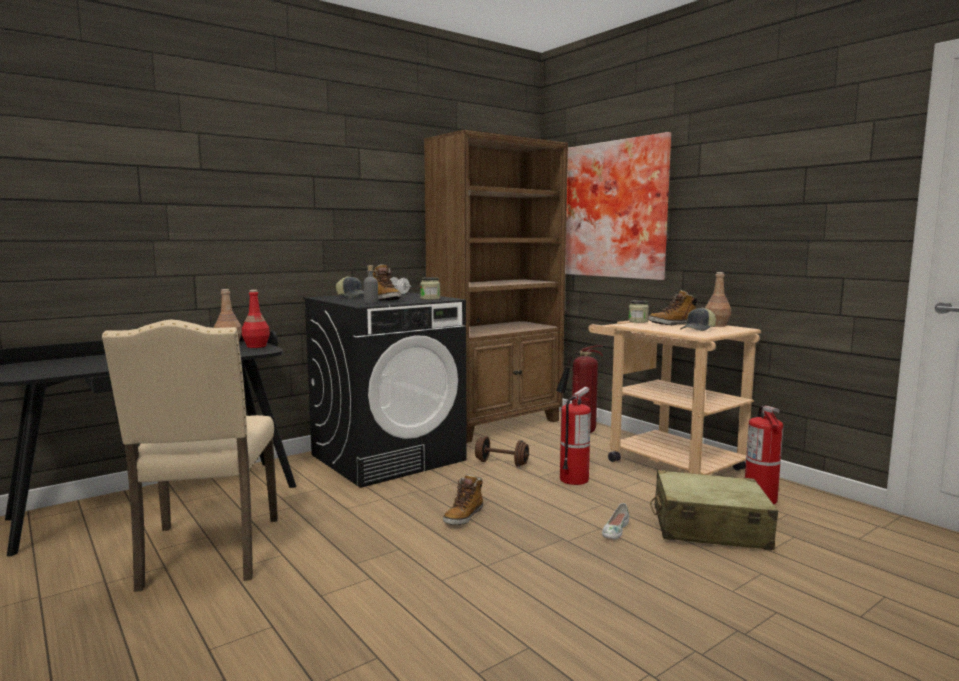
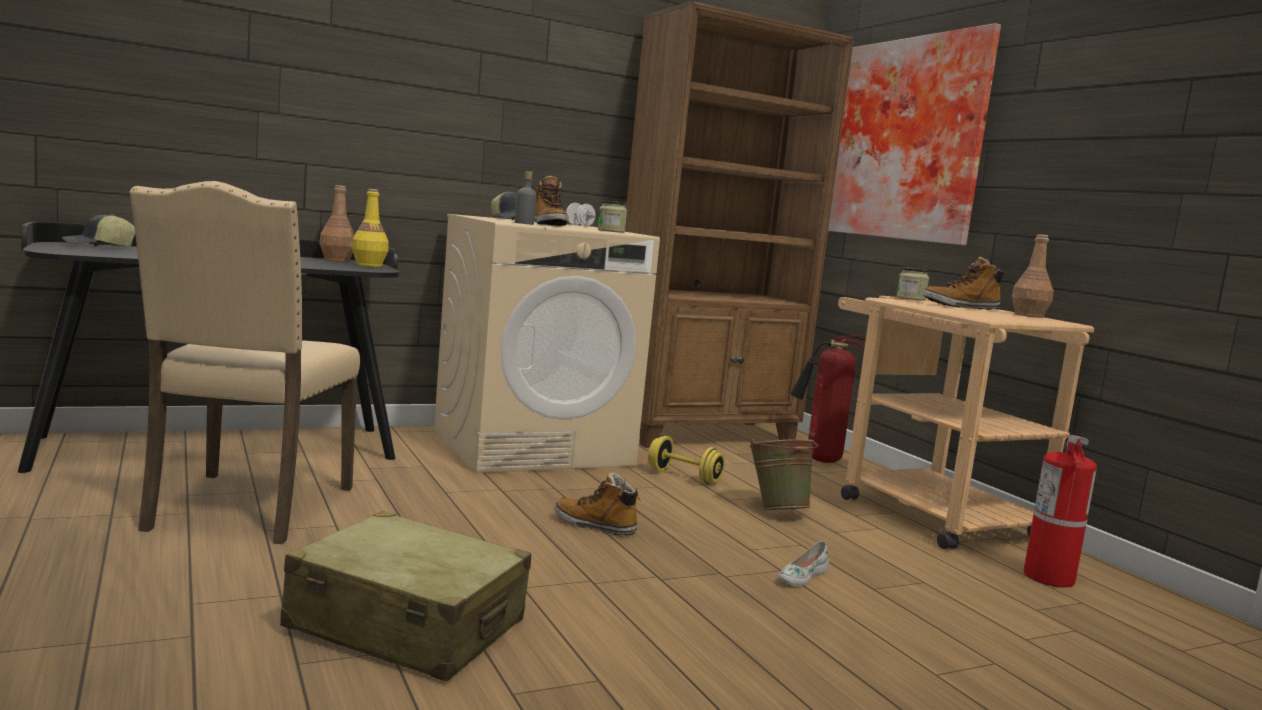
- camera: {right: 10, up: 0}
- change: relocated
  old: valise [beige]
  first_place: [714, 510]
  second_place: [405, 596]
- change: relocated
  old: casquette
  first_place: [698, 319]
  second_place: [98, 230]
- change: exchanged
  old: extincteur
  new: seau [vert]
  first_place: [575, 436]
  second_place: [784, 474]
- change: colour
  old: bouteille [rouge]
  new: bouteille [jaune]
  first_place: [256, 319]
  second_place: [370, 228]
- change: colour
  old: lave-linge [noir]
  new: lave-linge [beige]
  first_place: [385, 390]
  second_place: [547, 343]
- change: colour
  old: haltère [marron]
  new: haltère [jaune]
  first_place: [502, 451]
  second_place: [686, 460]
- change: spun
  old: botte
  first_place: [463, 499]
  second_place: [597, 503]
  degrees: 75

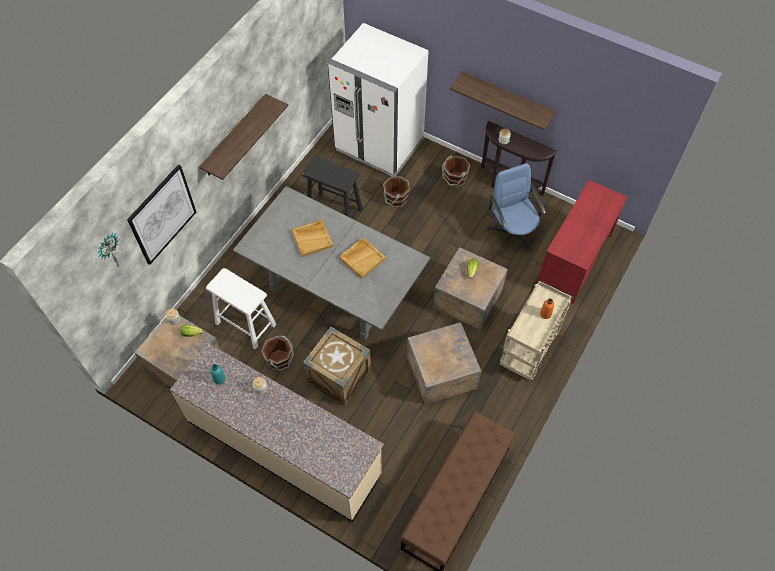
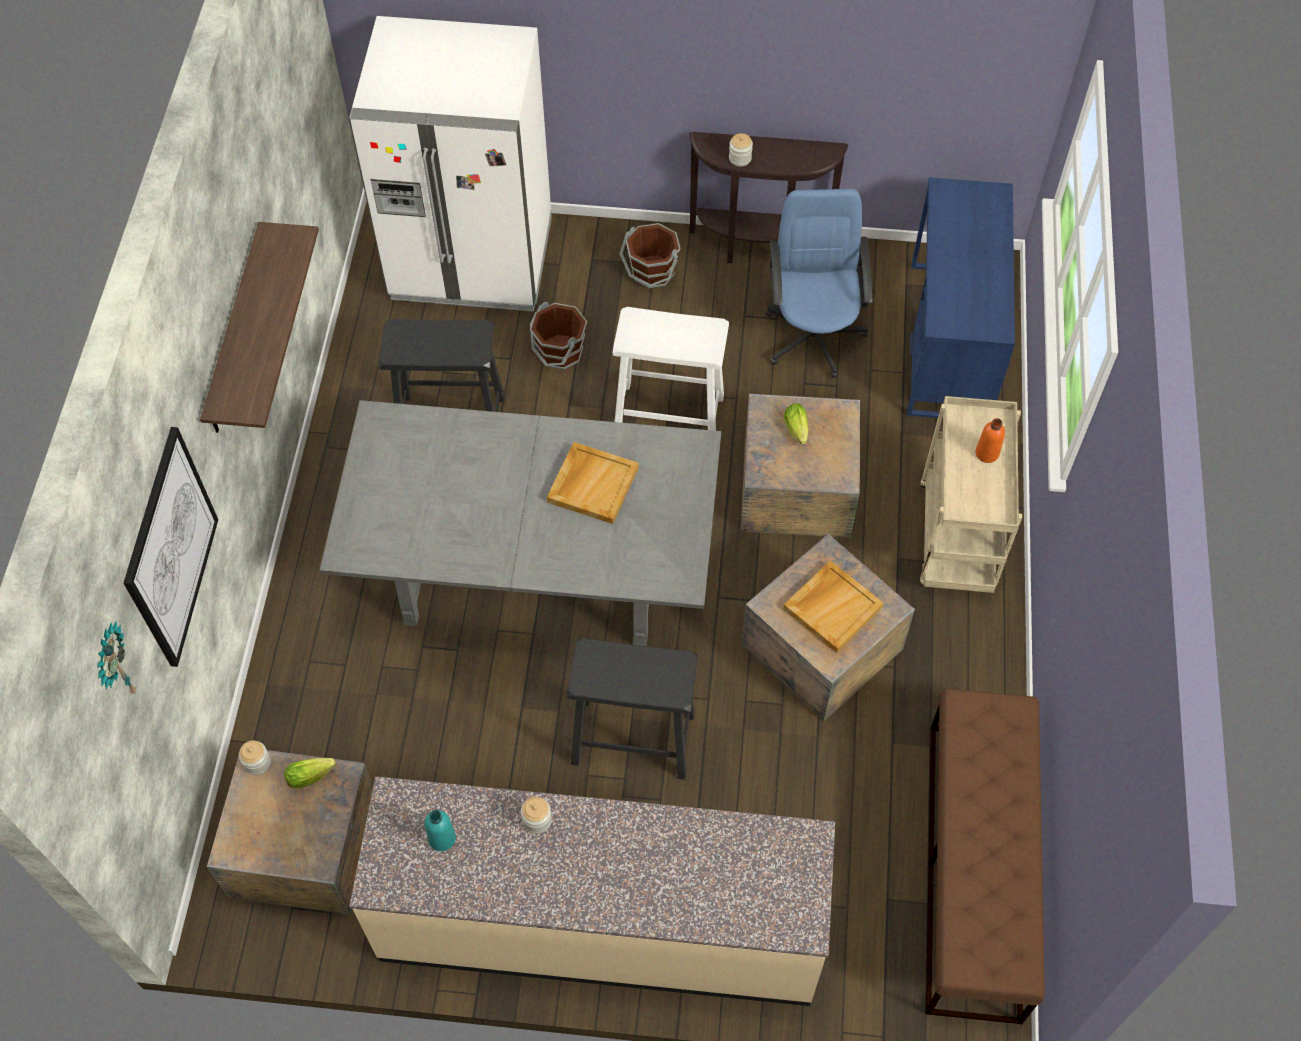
- camera: {right: -25, up: 0}
- change: missing
  old: seau [marron]
  first_place: [277, 353]
- change: missing
  old: étagère
  first_place: [503, 101]
- change: relocated
  old: tabouret [blanc]
  first_place: [241, 308]
  second_place: [671, 369]
- change: relocated
  old: plateau [beige]
  first_place: [312, 238]
  second_place: [833, 607]
- change: exchanged
  old: caisse
  new: tabouret [noir]
  first_place: [337, 366]
  second_place: [632, 709]
- change: colour
  old: bureau [rouge]
  new: bureau [bleu]
  first_place: [582, 242]
  second_place: [961, 297]
- change: spun
  old: chaise de bureau [bleu]
  first_place: [516, 208]
  second_place: [819, 283]
  degrees: 45

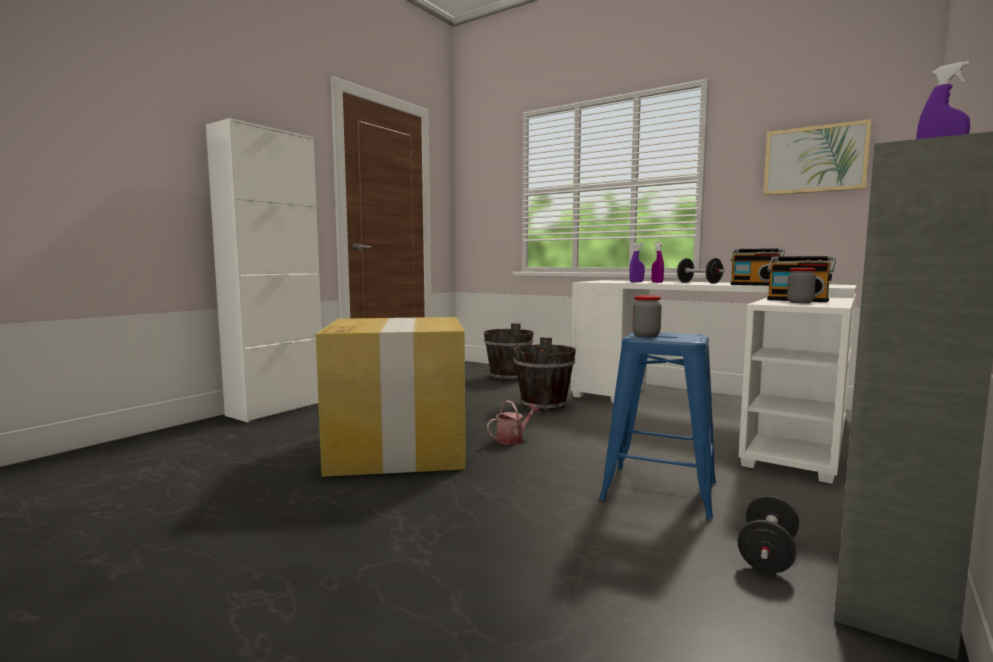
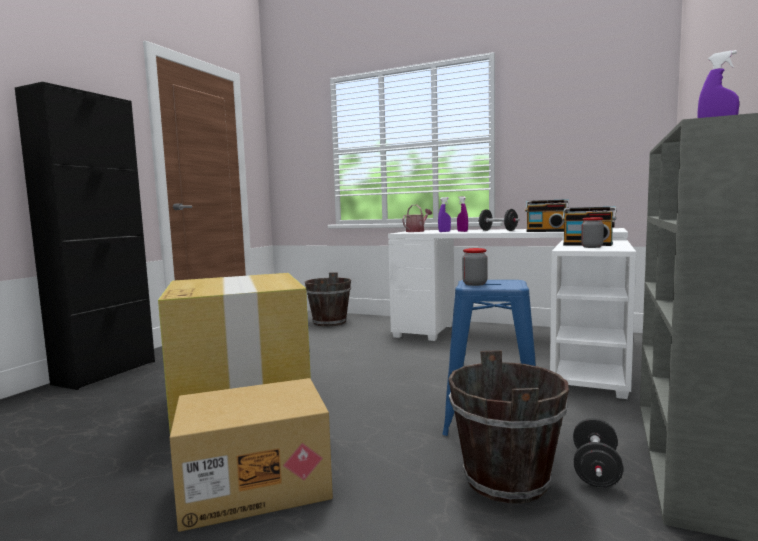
- camera: {right: -10, up: 0}
- change: missing
  old: tableau
  first_place: [817, 157]
- change: appeared
  new: carton
  second_place: [251, 455]
- change: relocated
  old: arrosoir
  first_place: [513, 422]
  second_place: [417, 218]
- change: relocated
  old: seau [marron]
  first_place: [544, 374]
  second_place: [508, 427]
- change: colour
  old: meuble de rangement [blanc]
  new: meuble de rangement [noir]
  first_place: [263, 270]
  second_place: [85, 236]

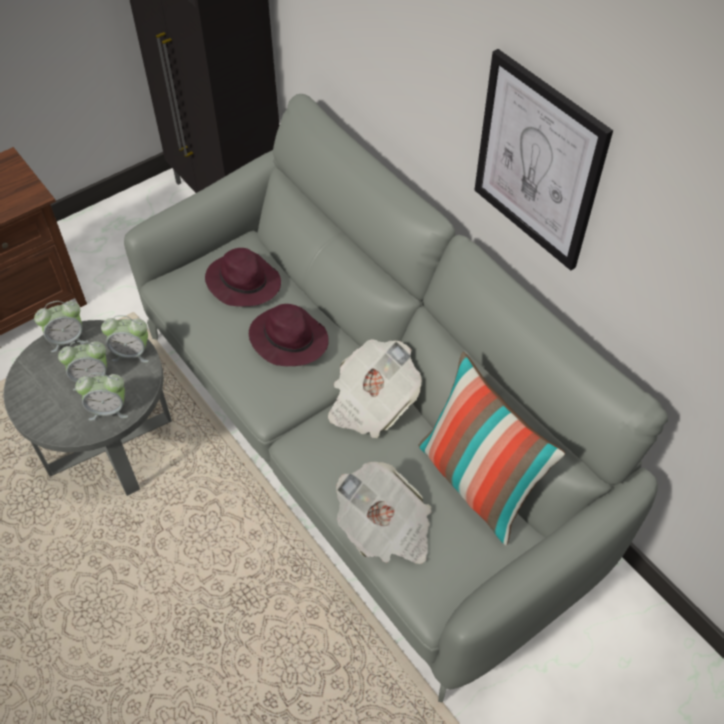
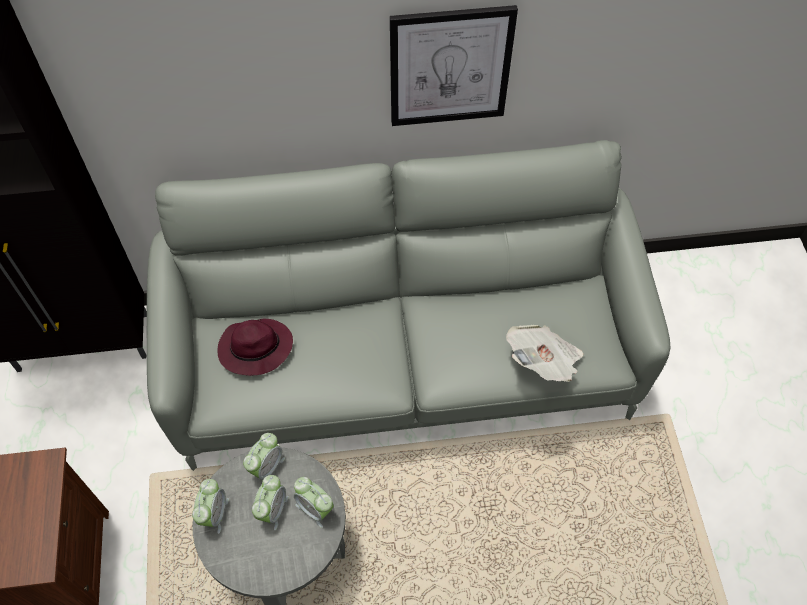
- camera: {right: -60, up: 5}
- change: missing
  old: chapeau [violet]
  first_place: [289, 335]
- change: missing
  old: journal
  first_place: [375, 388]
- change: missing
  old: coussin
  first_place: [491, 449]
- change: spun
  old: réveil
  first_place: [101, 397]
  second_place: [314, 502]
  degrees: 105

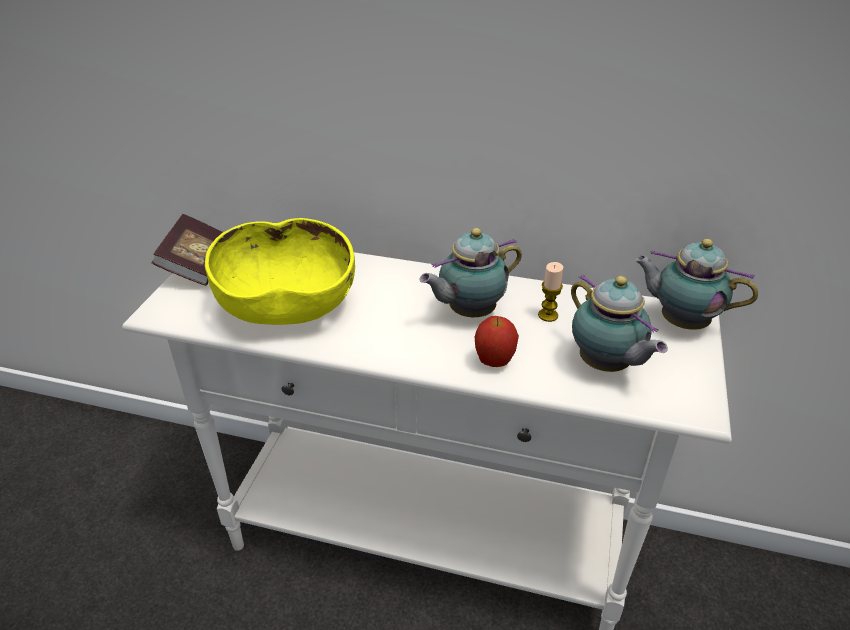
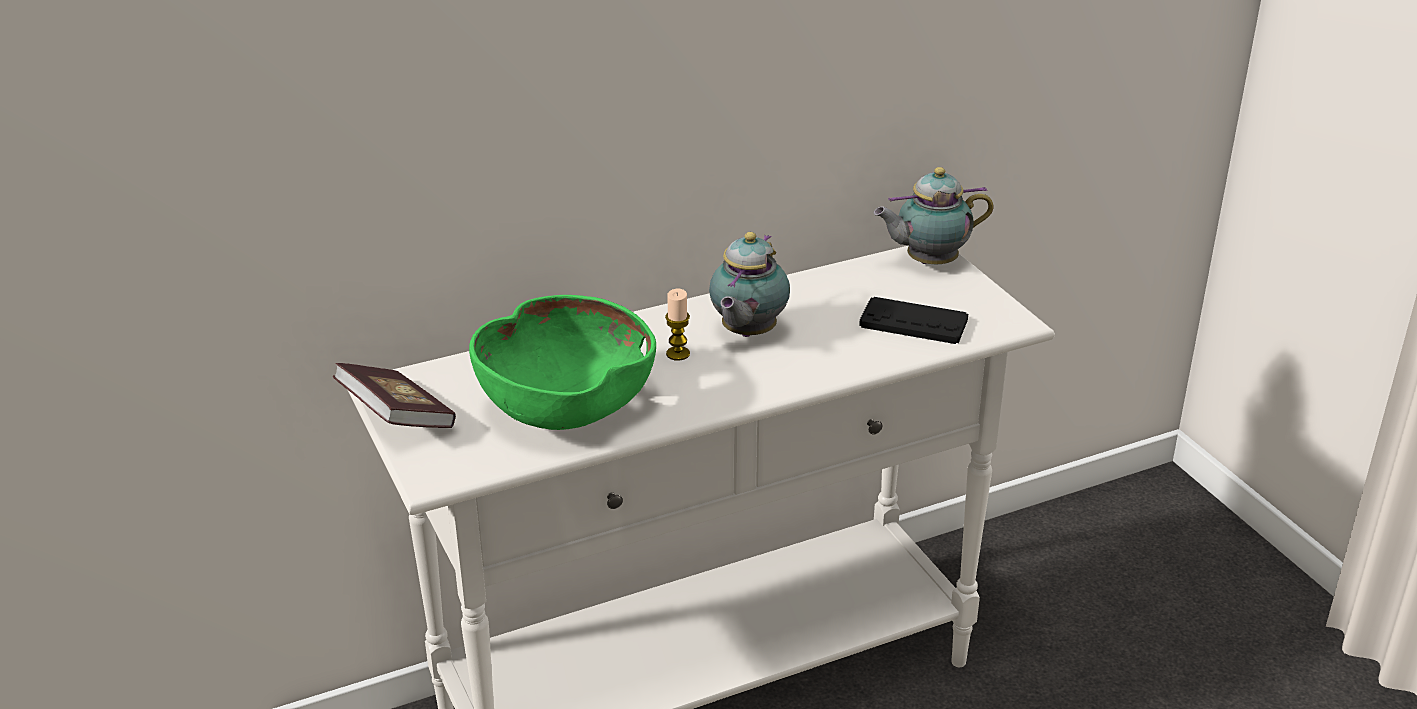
- camera: {right: -40, up: -5}
- change: missing
  old: pomme
  first_place: [497, 341]
- change: relocated
  old: bougie
  first_place: [550, 292]
  second_place: [677, 325]
- change: exchanged
  old: théière
  new: manette [noir]
  first_place: [619, 323]
  second_place: [913, 320]
- change: colour
  old: bol [jaune]
  new: bol [vert]
  first_place: [280, 271]
  second_place: [562, 362]

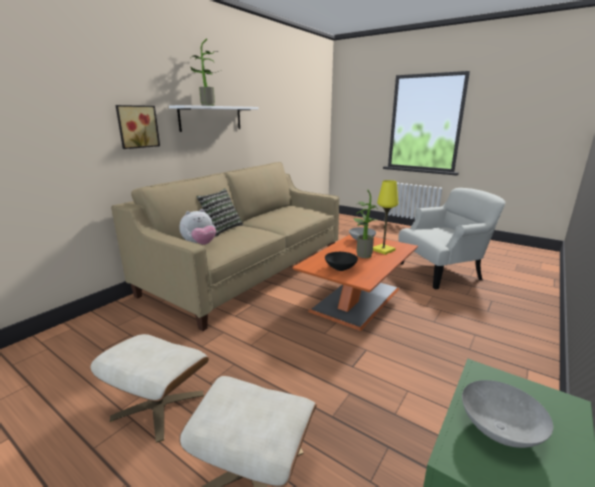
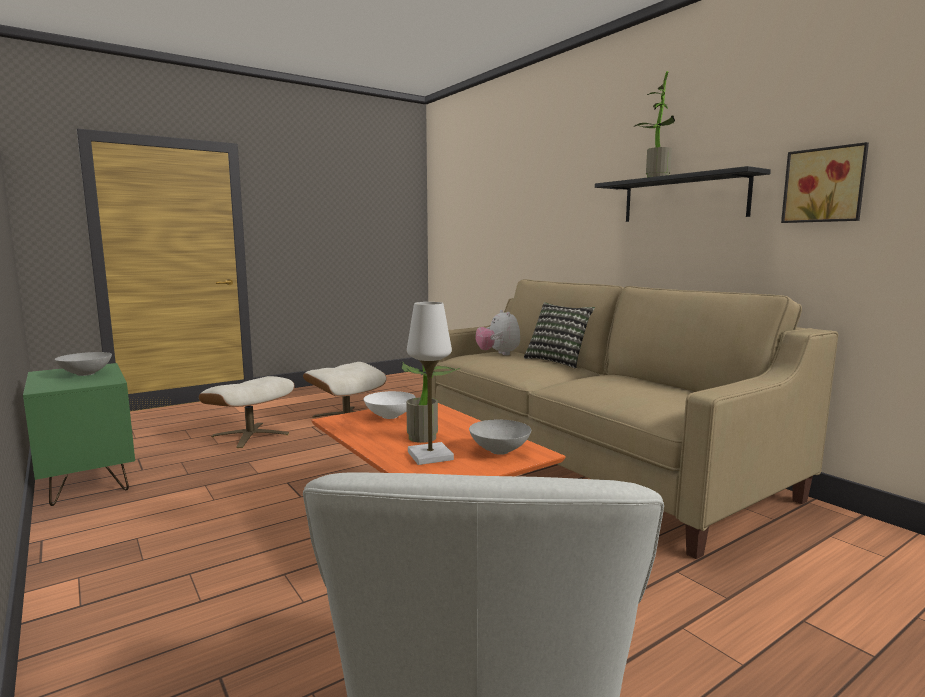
- camera: {right: 110, up: -10}
- change: relocated
  old: tableau
  first_place: [137, 127]
  second_place: [825, 182]
- change: colour
  old: étagère [blanc]
  new: étagère [noir]
  first_place: [214, 118]
  second_place: [683, 194]
- change: colour
  old: bol [noir]
  new: bol [blanc]
  first_place: [341, 261]
  second_place: [390, 405]
- change: colour
  old: lampe de table [jaune]
  new: lampe de table [blanc]
  first_place: [385, 217]
  second_place: [430, 383]

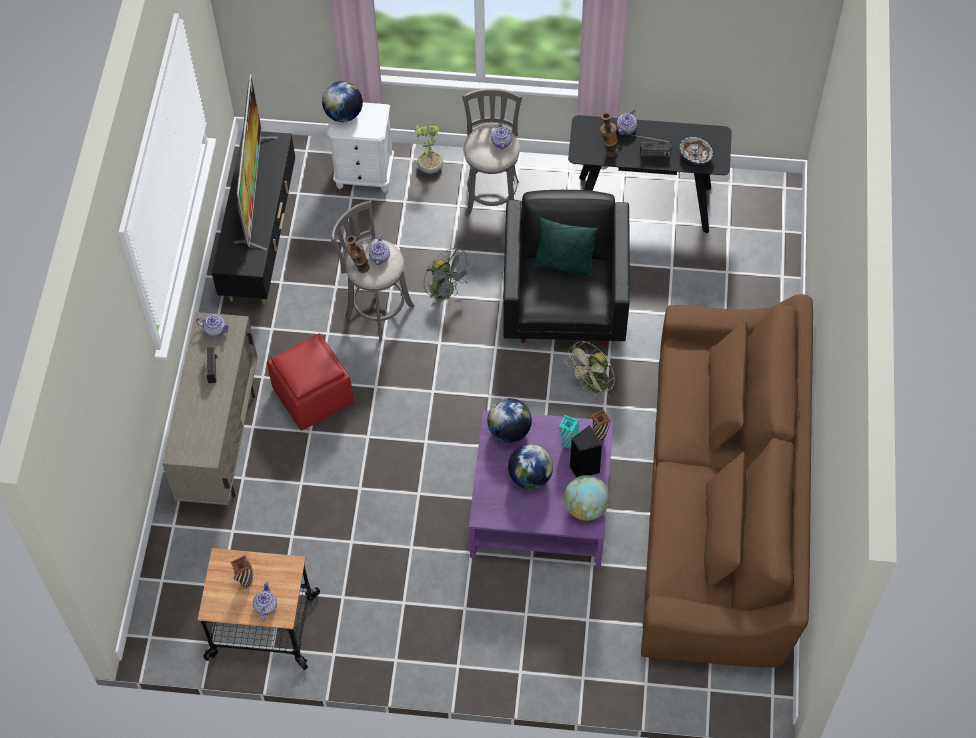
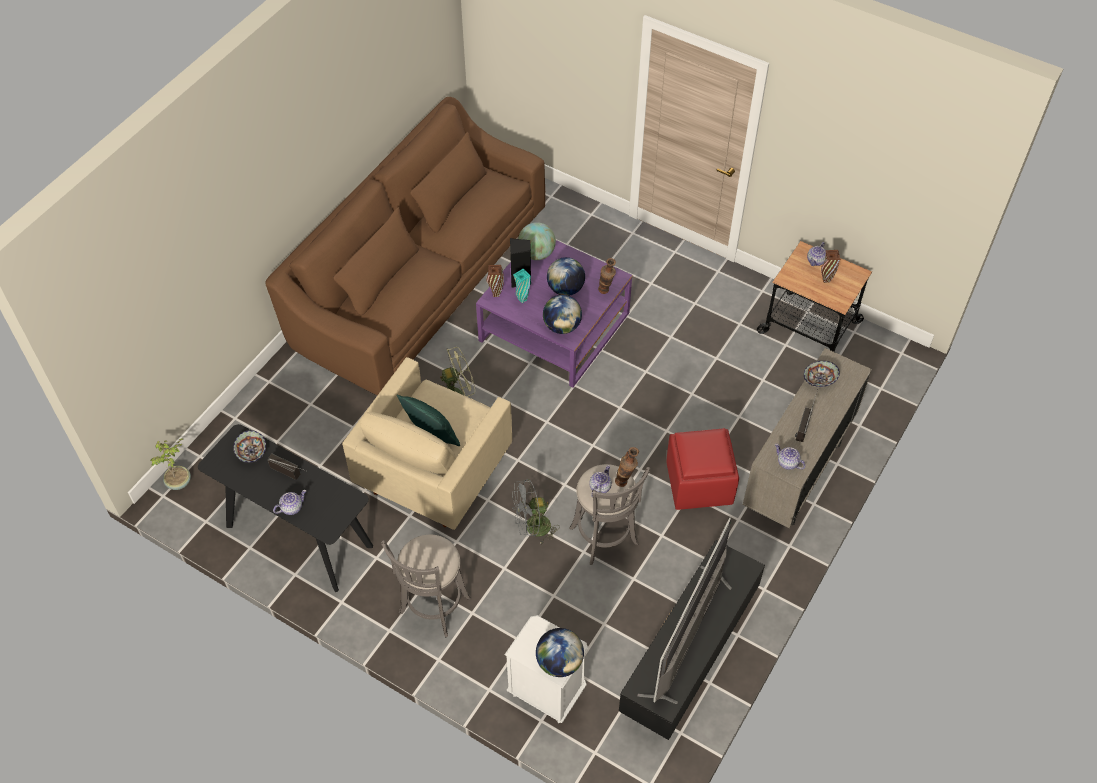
- camera: {right: -155, up: -5}
- change: missing
  old: théière
  first_place: [501, 135]
- change: appeared
  new: bol
  second_place: [822, 374]
- change: relocated
  old: plante en pot
  first_place: [428, 149]
  second_place: [171, 464]
- change: relocated
  old: vase
  first_place: [609, 134]
  second_place: [607, 276]
- change: colour
  old: fauteuil [noir]
  new: fauteuil [beige]
  first_place: [566, 267]
  second_place: [427, 443]
- change: spun
  old: ventilateur [gris]
  first_place: [448, 277]
  second_place: [536, 512]
  degrees: -90

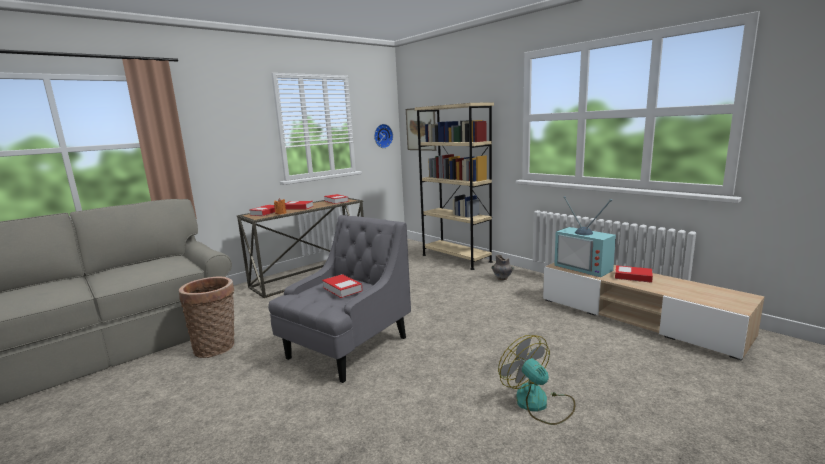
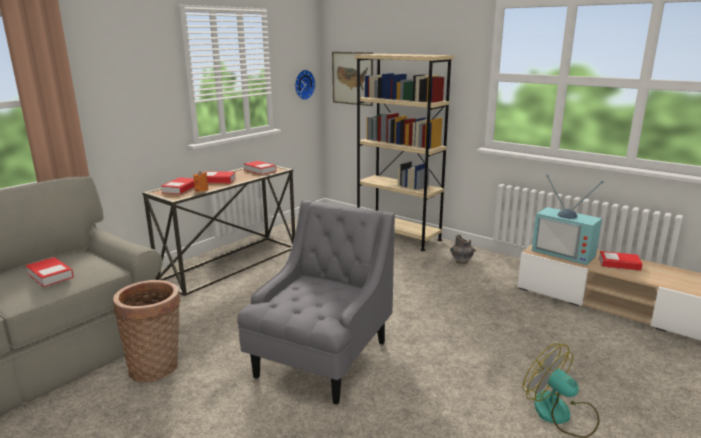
- camera: {right: -10, up: 5}
- change: relocated
  old: livre
  first_place: [342, 286]
  second_place: [49, 272]

